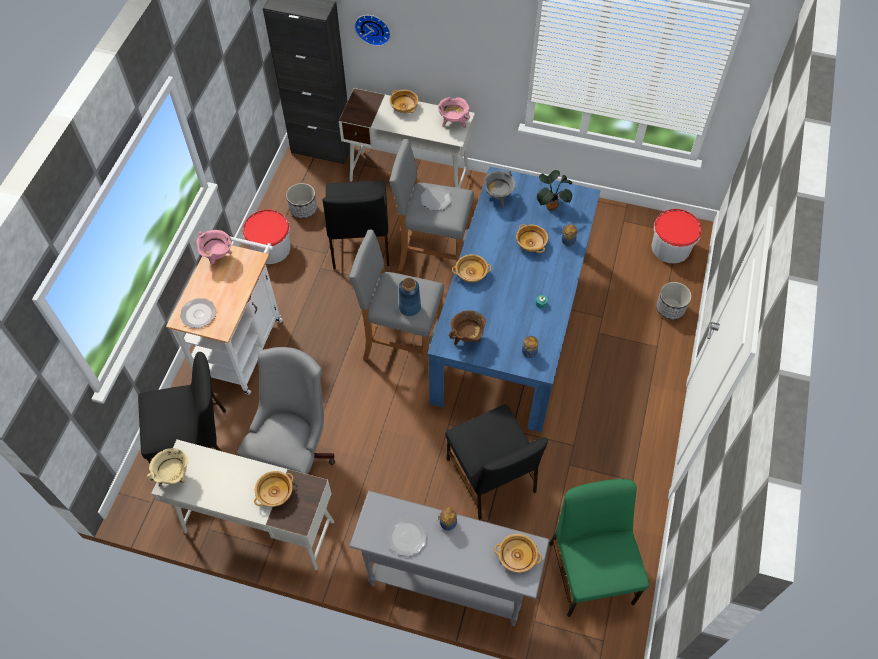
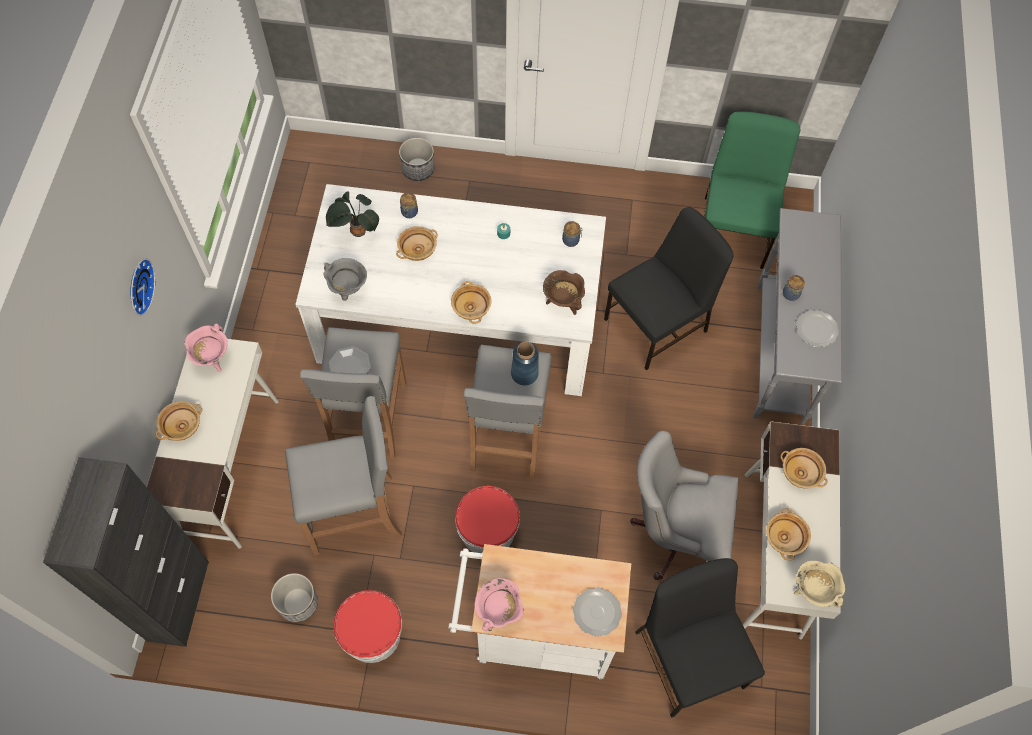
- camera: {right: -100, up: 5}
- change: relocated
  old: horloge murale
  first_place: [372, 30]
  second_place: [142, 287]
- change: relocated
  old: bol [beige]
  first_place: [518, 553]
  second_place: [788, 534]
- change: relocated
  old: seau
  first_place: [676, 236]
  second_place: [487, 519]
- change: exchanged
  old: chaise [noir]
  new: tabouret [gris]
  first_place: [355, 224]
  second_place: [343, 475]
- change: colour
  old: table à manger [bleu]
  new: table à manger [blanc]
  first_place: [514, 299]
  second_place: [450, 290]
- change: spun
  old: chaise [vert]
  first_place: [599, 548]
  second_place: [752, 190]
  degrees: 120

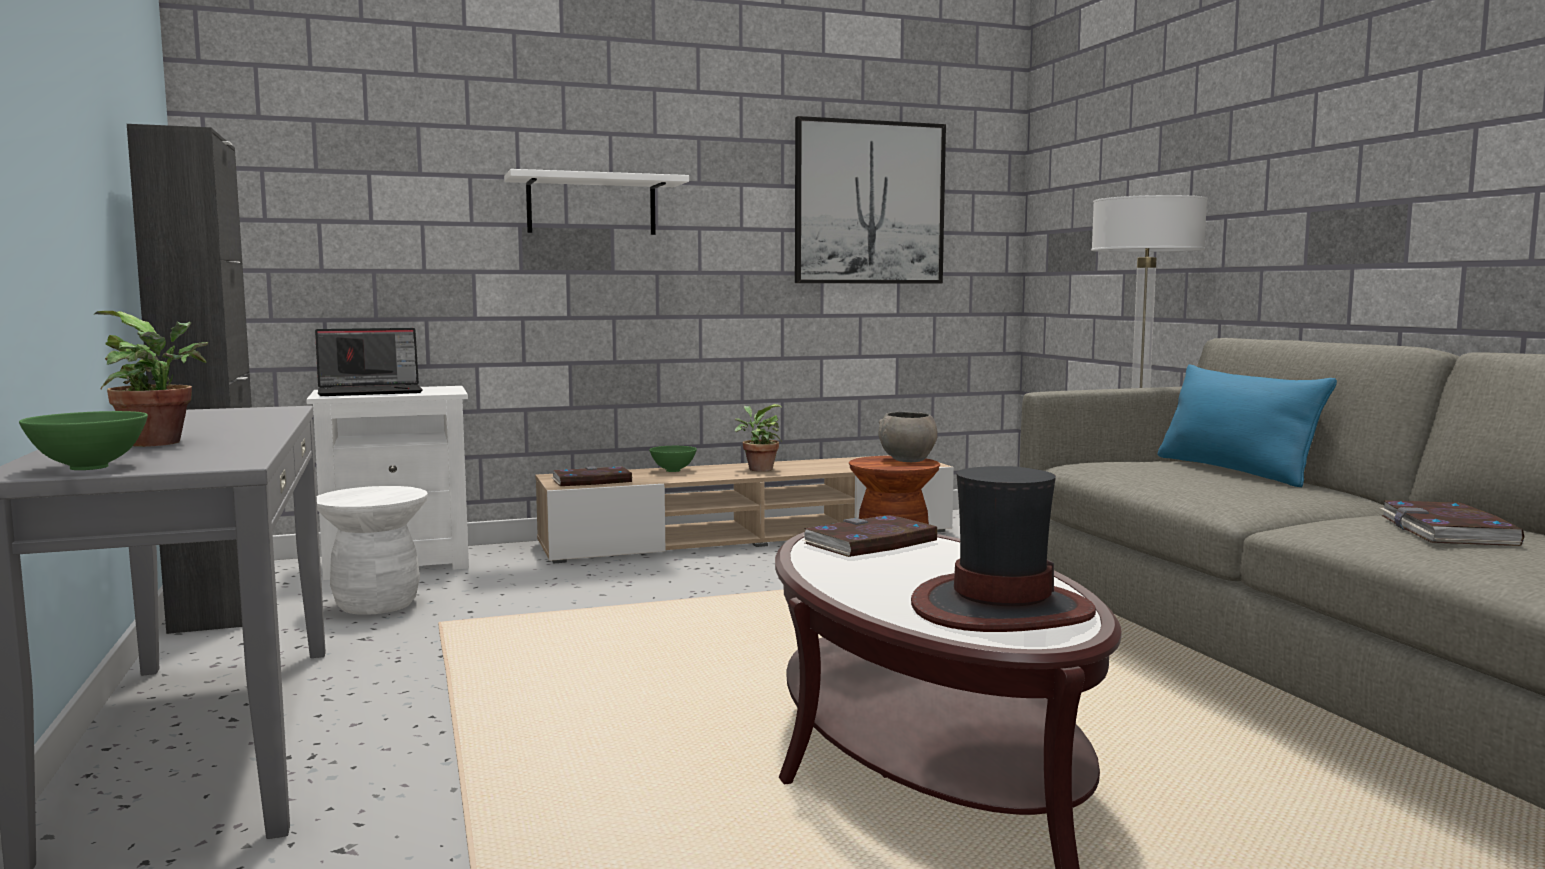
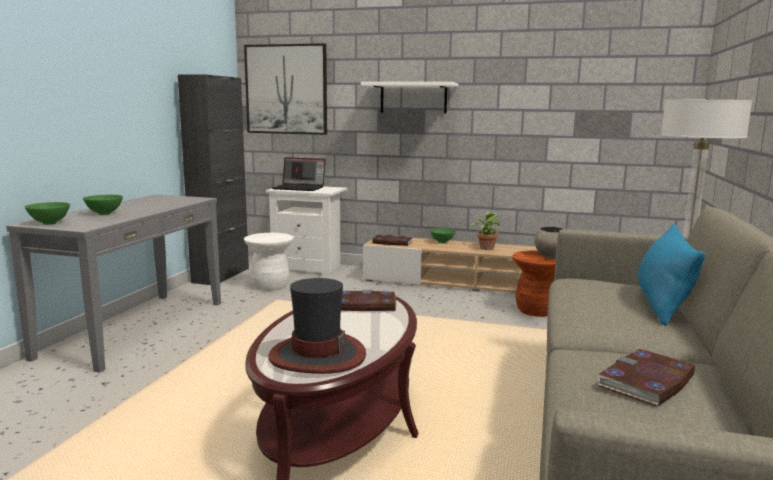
- camera: {right: 35, up: 5}
- change: relocated
  old: tableau
  first_place: [870, 200]
  second_place: [285, 89]
- change: exchanged
  old: plante en pot
  new: bol [vert]
  first_place: [150, 379]
  second_place: [103, 205]

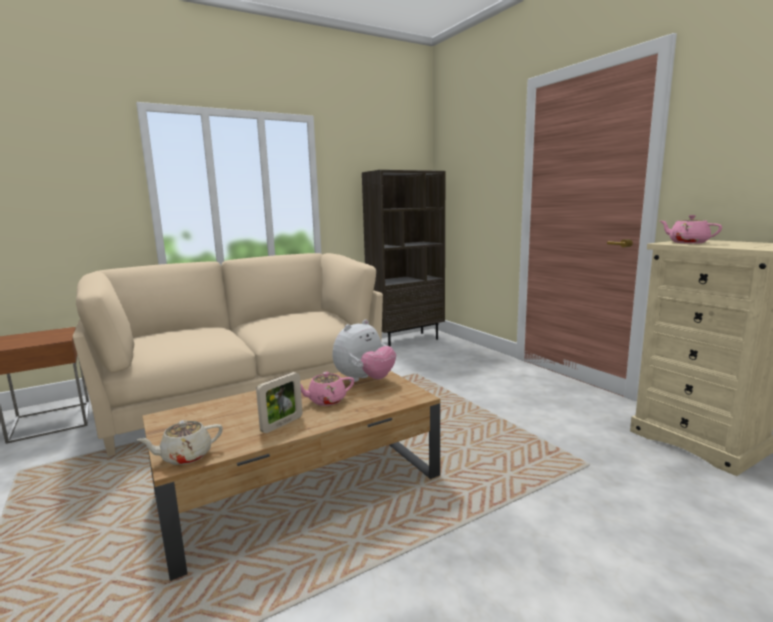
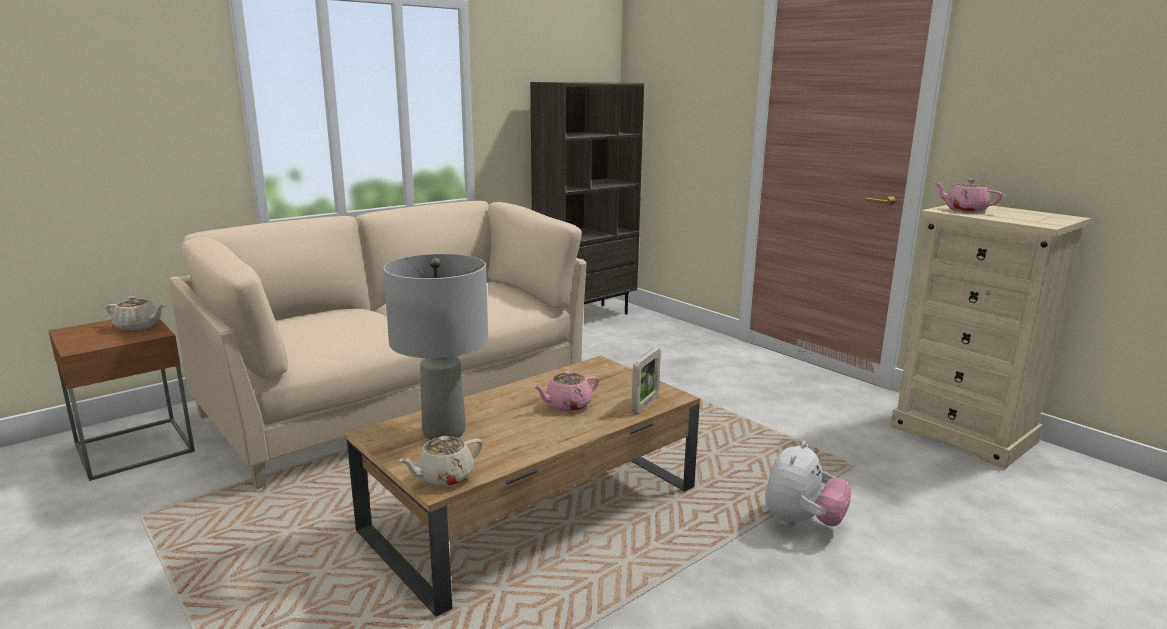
- camera: {right: -10, up: 5}
- change: appeared
  new: théière [beige]
  second_place: [135, 313]
- change: appeared
  new: lampe de table [gris]
  second_place: [435, 347]
- change: relocated
  old: cadre photo
  first_place: [279, 402]
  second_place: [646, 380]
- change: relocated
  old: peluche
  first_place: [364, 350]
  second_place: [808, 484]

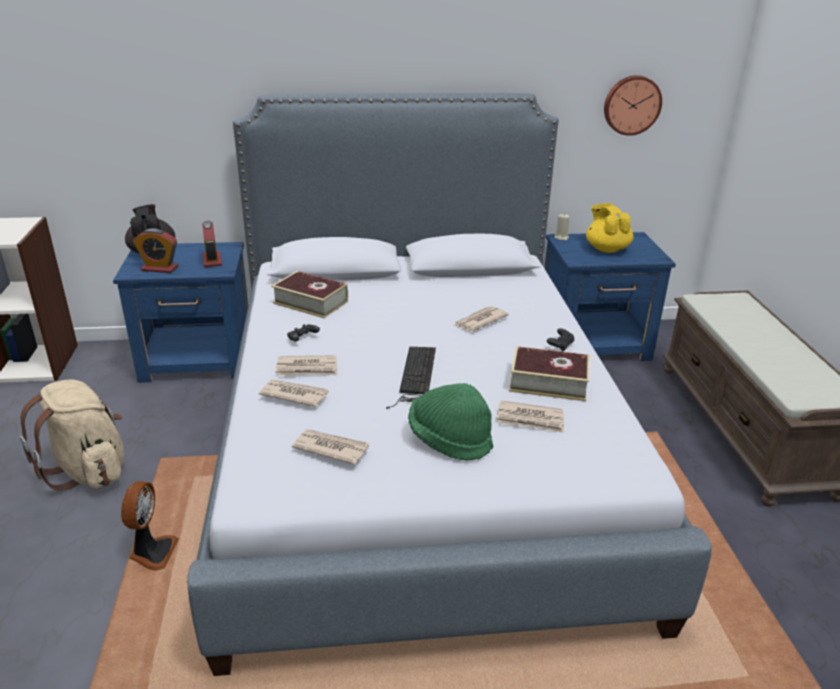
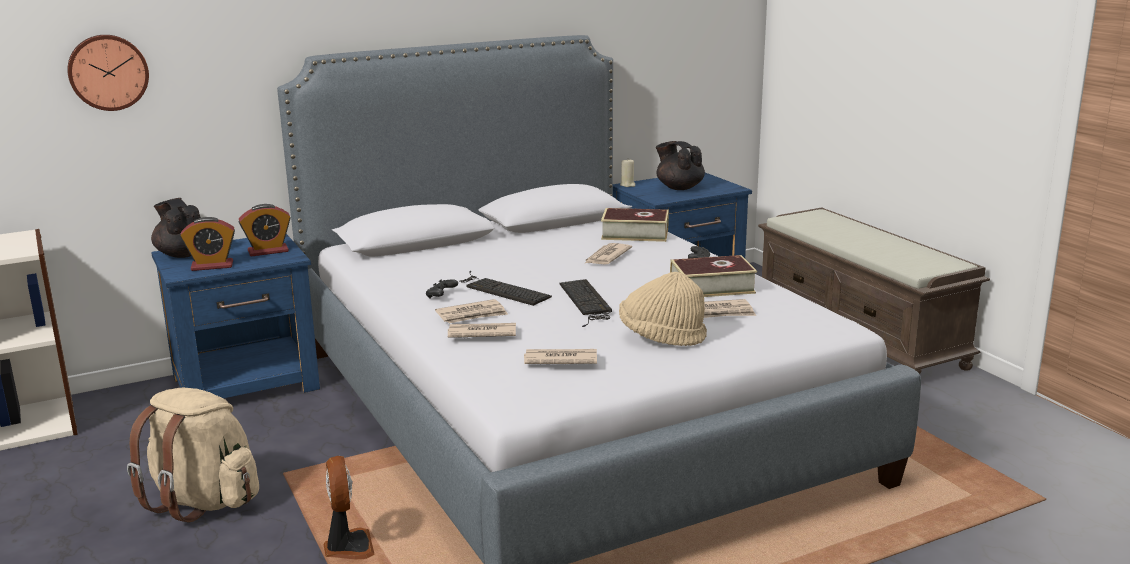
- camera: {right: -20, up: -10}
- change: appeared
  new: clavier
  second_place: [506, 288]
- change: relocated
  old: livre
  first_place: [309, 294]
  second_place: [635, 225]
- change: relocated
  old: horloge murale
  first_place: [633, 105]
  second_place: [108, 73]
- change: colour
  old: chapeau [vert]
  new: chapeau [beige]
  first_place: [450, 422]
  second_place: [663, 309]
- change: colour
  old: théière [jaune]
  new: théière [noir]
  first_place: [609, 228]
  second_place: [680, 165]
- change: spun
  old: réveil
  first_place: [212, 244]
  second_place: [265, 230]
  degrees: 105

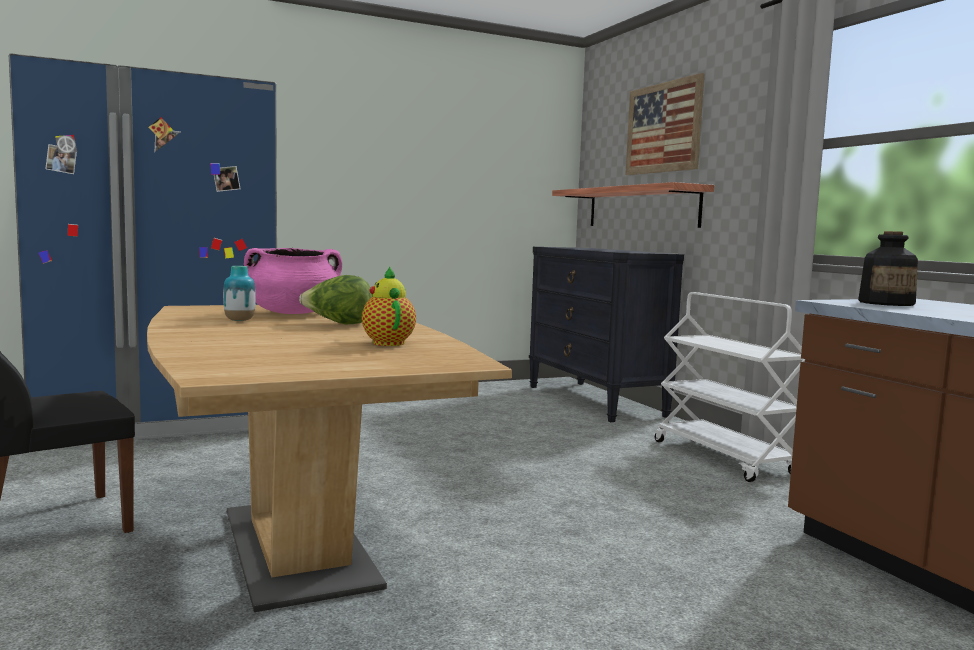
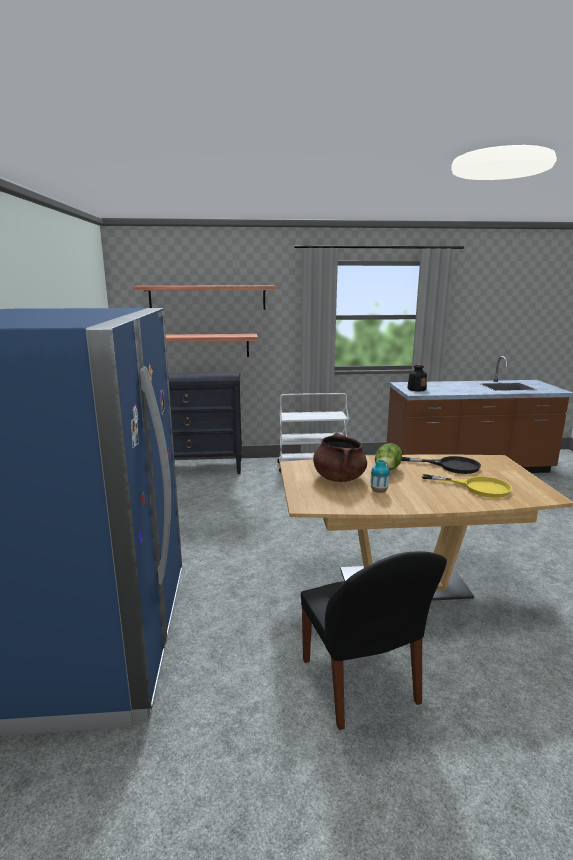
- camera: {right: -70, up: 10}
- change: appeared
  new: poêle [jaune]
  second_place: [467, 486]
- change: exchanged
  old: théière
  new: poêle [noir]
  first_place: [389, 306]
  second_place: [441, 465]
- change: exchanged
  old: tableau
  new: étagère
  first_place: [665, 124]
  second_place: [204, 298]
- change: colour
  old: marmite [rose]
  new: marmite [marron]
  first_place: [293, 281]
  second_place: [340, 457]

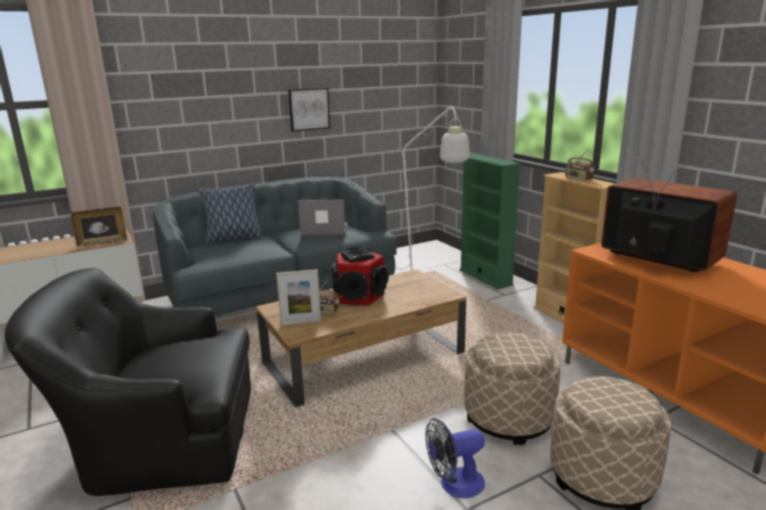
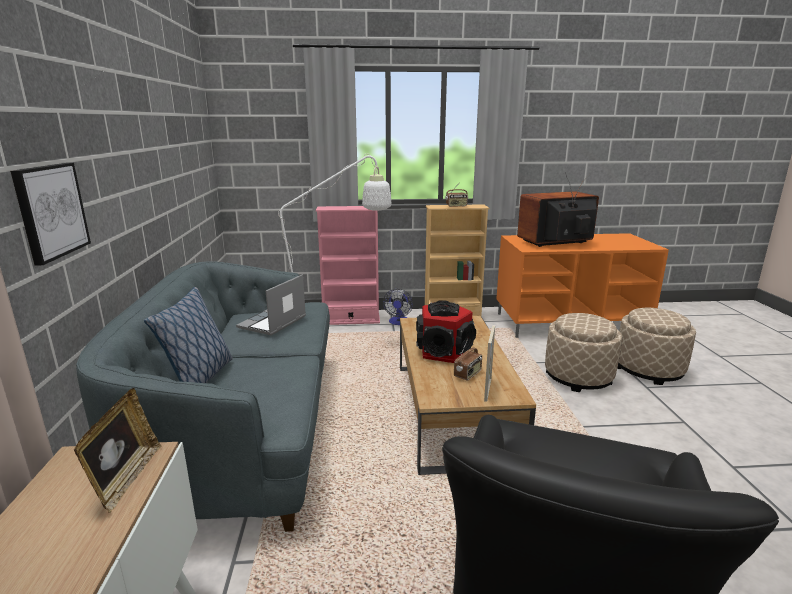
- camera: {right: -65, up: 0}
- change: relocated
  old: tableau
  first_place: [309, 109]
  second_place: [50, 214]
- change: relocated
  old: ventilateur
  first_place: [455, 458]
  second_place: [398, 307]
- change: colour
  old: bibliothèque [vert]
  new: bibliothèque [rose]
  first_place: [490, 222]
  second_place: [348, 265]

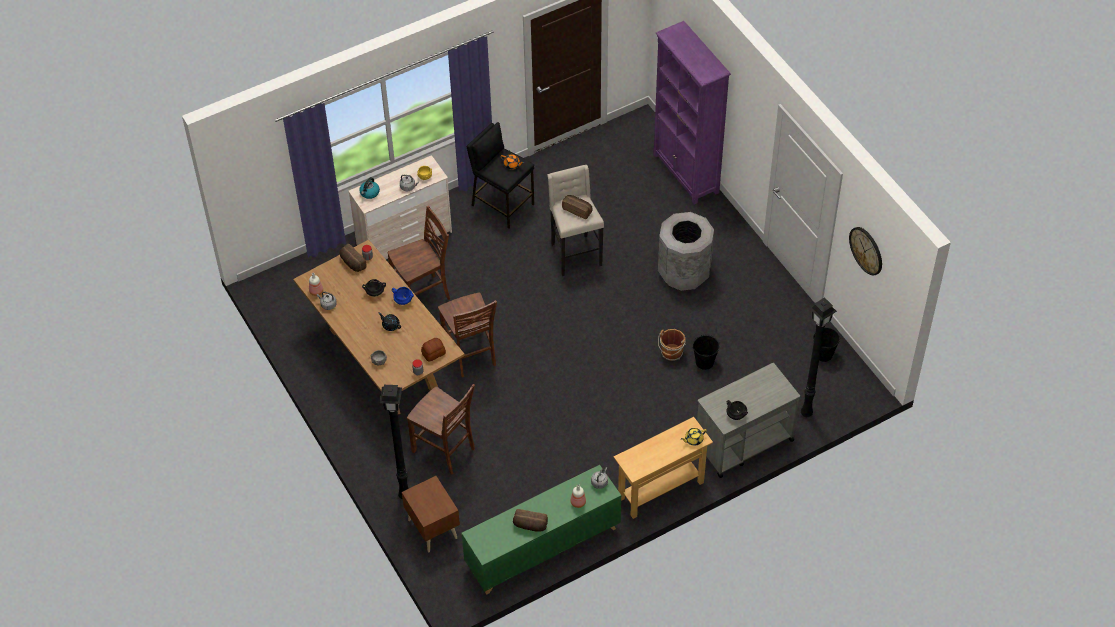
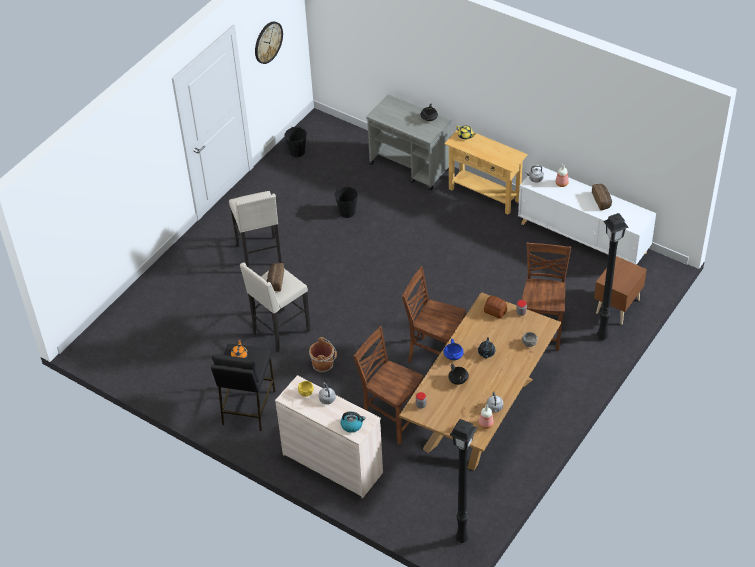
- camera: {right: -115, up: -5}
- change: missing
  old: pain
  first_place: [353, 258]
- change: missing
  old: bibliothèque [violet]
  first_place: [692, 112]
- change: relocated
  old: seau [marron]
  first_place: [672, 345]
  second_place: [323, 355]
- change: relocated
  old: lampadaire [noir]
  first_place: [819, 357]
  second_place: [463, 481]
- change: exchanged
  old: poubelle [gris]
  new: tabouret [beige]
  first_place: [686, 251]
  second_place: [255, 229]
- change: colour
  old: meuble de rangement [vert]
  new: meuble de rangement [blanc]
  first_place: [541, 530]
  second_place: [587, 215]
- change: spun
  old: chaise [marron]
  first_place: [467, 334]
  second_place: [434, 314]
  degrees: -105

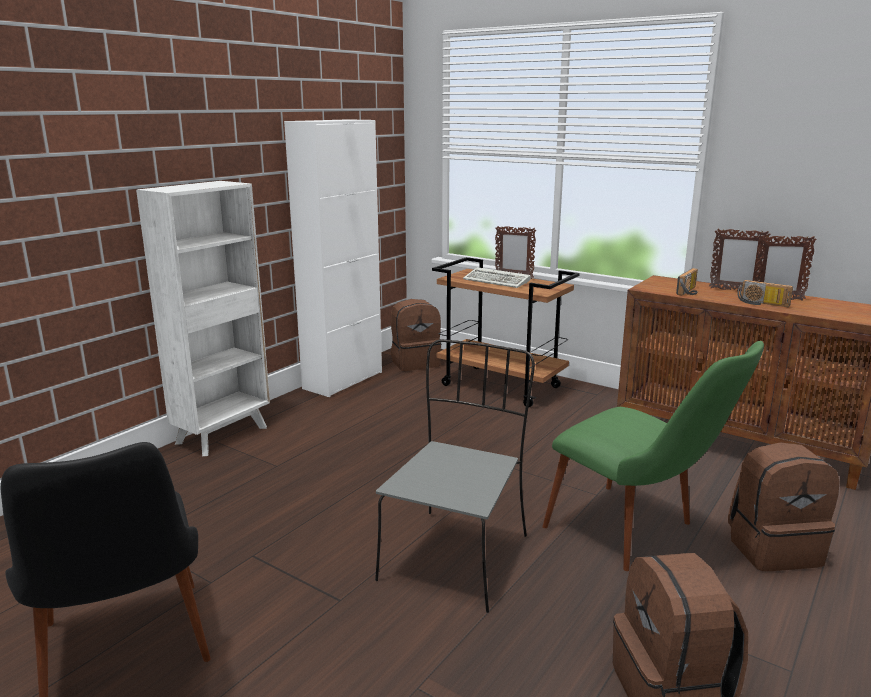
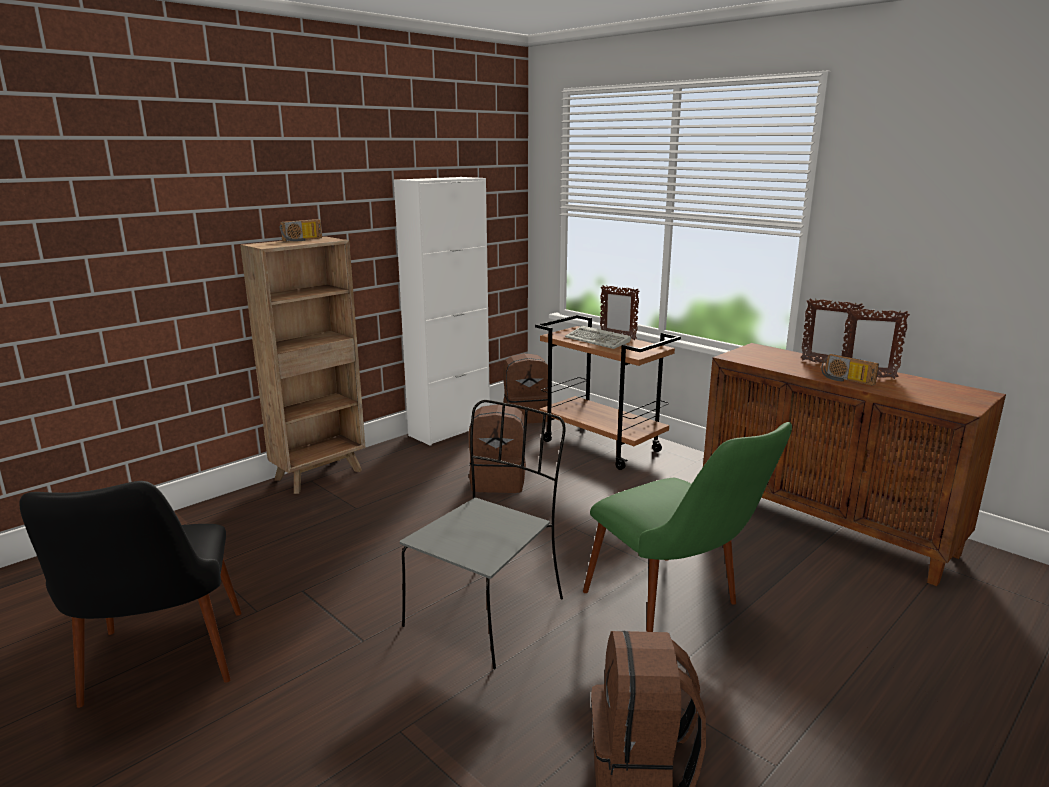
- camera: {right: 10, up: 0}
- change: relocated
  old: radio
  first_place: [687, 282]
  second_place: [300, 230]
- change: relocated
  old: sac à dos [marron]
  first_place: [784, 507]
  second_place: [497, 448]
- change: colour
  old: bibliothèque [blanc]
  new: bibliothèque [marron]
  first_place: [203, 318]
  second_place: [303, 365]

